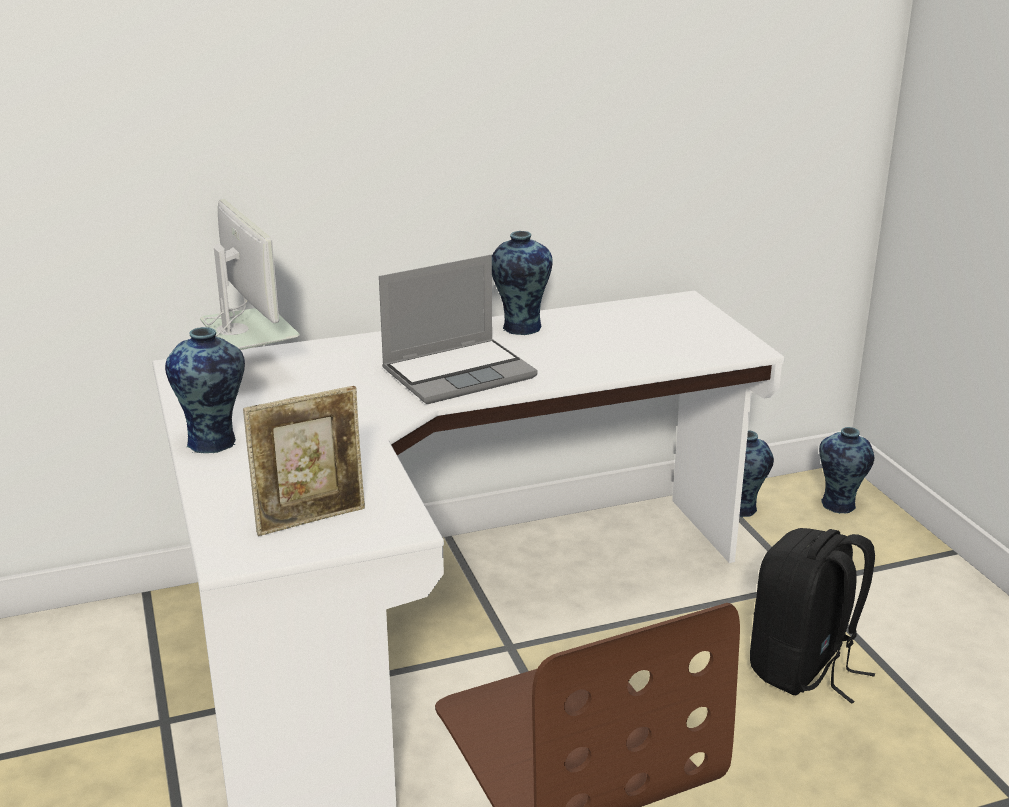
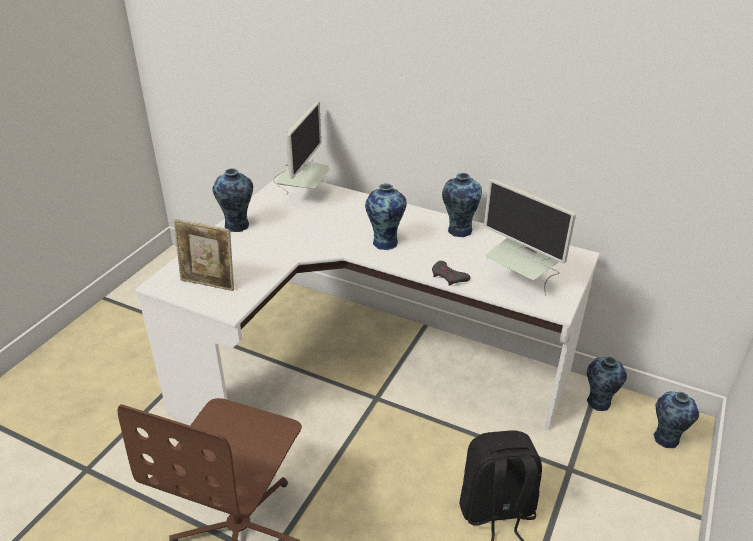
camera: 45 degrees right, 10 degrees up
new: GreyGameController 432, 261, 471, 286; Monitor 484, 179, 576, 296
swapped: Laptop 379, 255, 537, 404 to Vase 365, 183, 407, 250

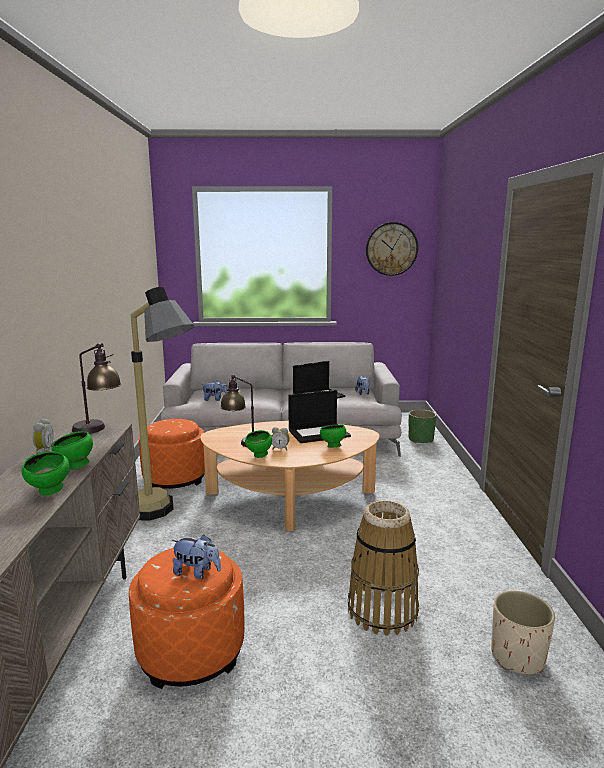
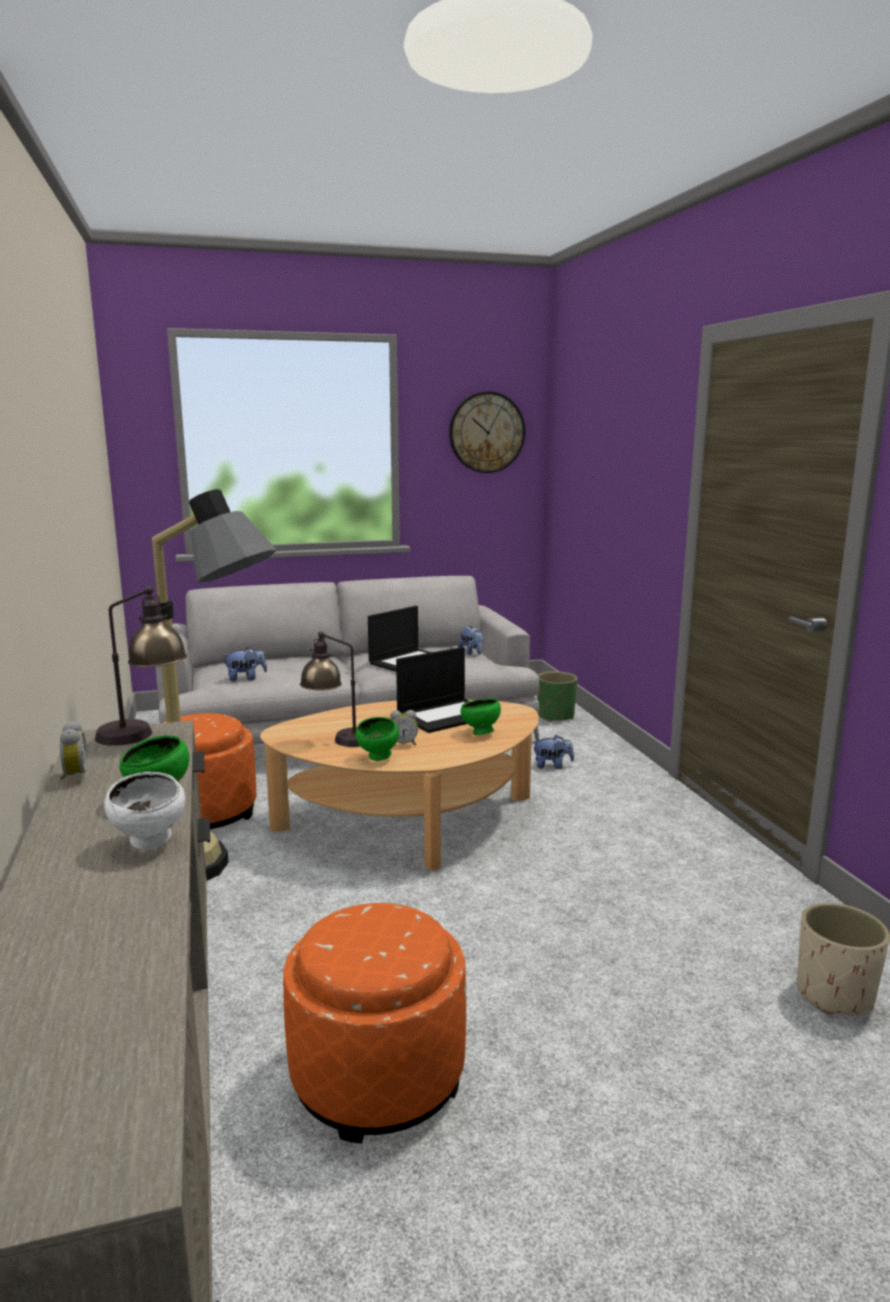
camera: 15 degrees left, 0 degrees up
gone: Basket 348, 500, 419, 636
shifted: PlushToy 171, 534, 221, 579 to 533, 735, 574, 769
repainted: GreenBowl 22, 451, 69, 495 to WhiteBowl 104, 772, 185, 850

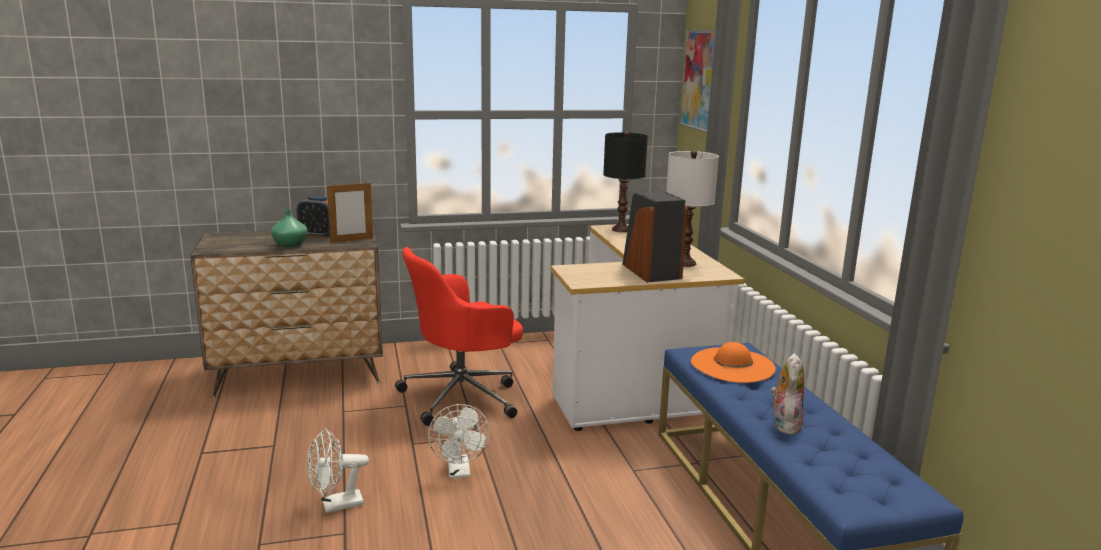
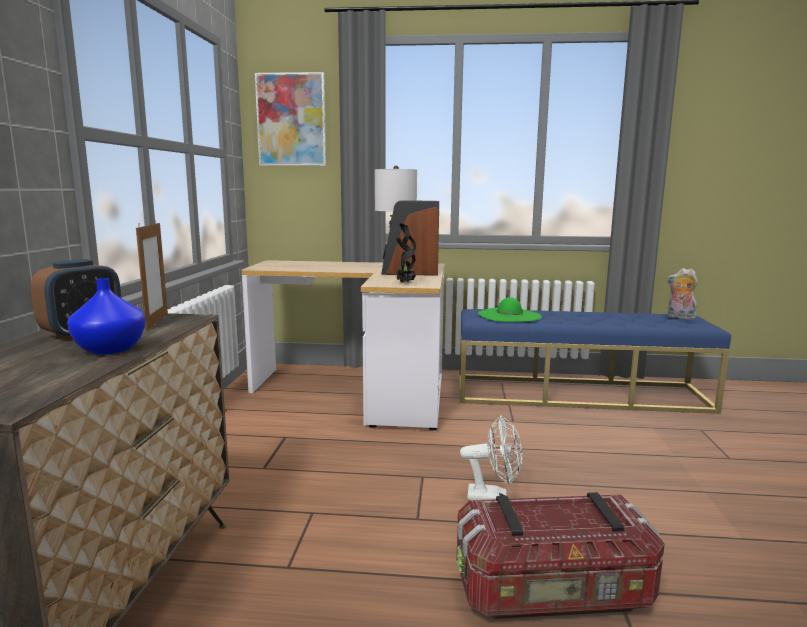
camera: 70 degrees left, 5 degrees down
gone: RedOfficeChair 395, 247, 523, 426; BlackTableLamp 603, 131, 648, 232
new: PottedPlant 396, 223, 416, 283
shifted: PlushToy 771, 353, 804, 435 to 667, 268, 698, 320
swapped: WhiteFan 307, 429, 369, 513 to StorageBox 456, 492, 665, 619
repainted: GreenVase 271, 209, 308, 247 to BlueVase 67, 278, 146, 355; OrangeHat 691, 342, 776, 383 to GreenHat 478, 297, 542, 322

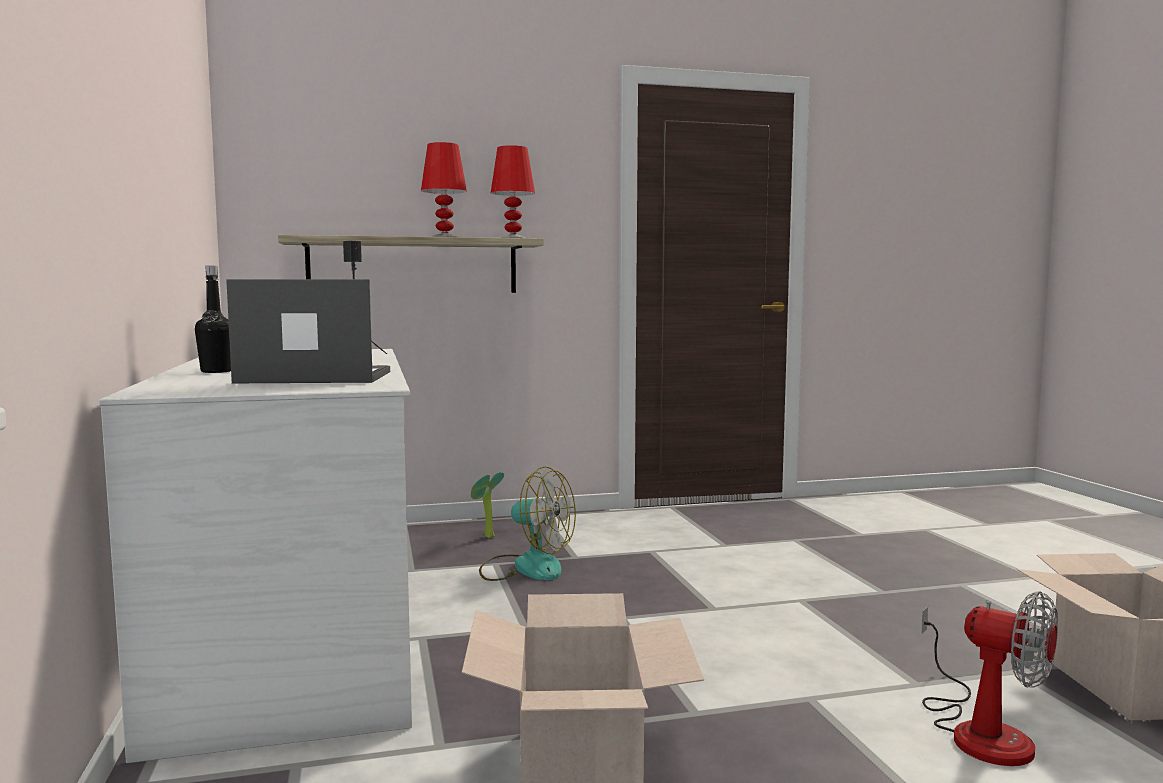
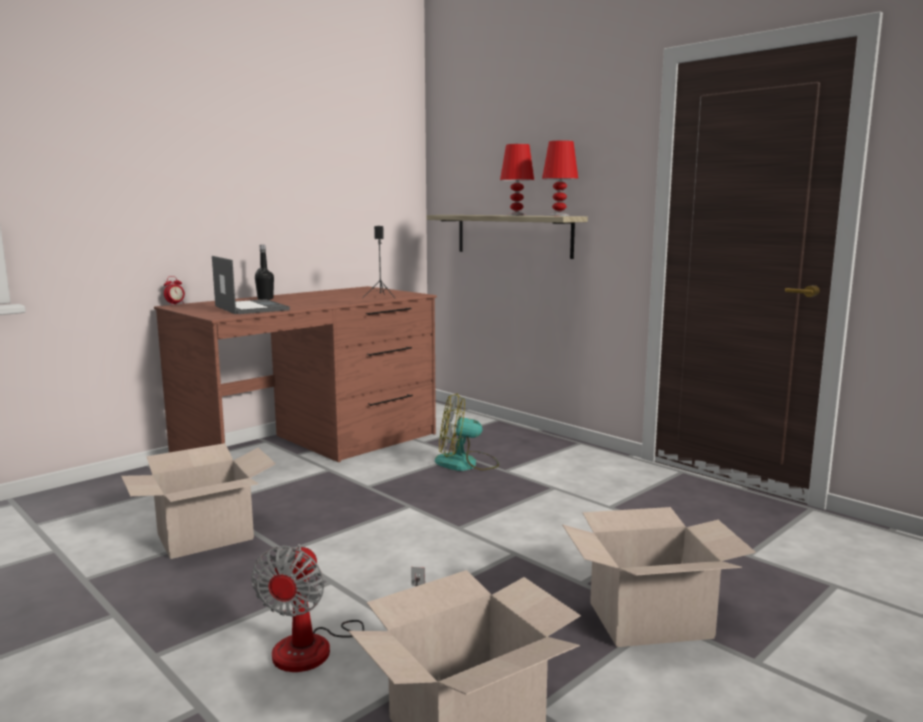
camera: 60 degrees right, 5 degrees up
gone: PottedPlant 471, 472, 504, 538
new: AlarmClock 164, 276, 185, 305; CardboardBox 562, 507, 756, 647
repainted: WhiteDesk 99, 349, 412, 763 to BrownDesk 154, 286, 437, 462
rotated: Fan 479, 466, 576, 581 = 435, 394, 499, 471 90 degrees clockwise

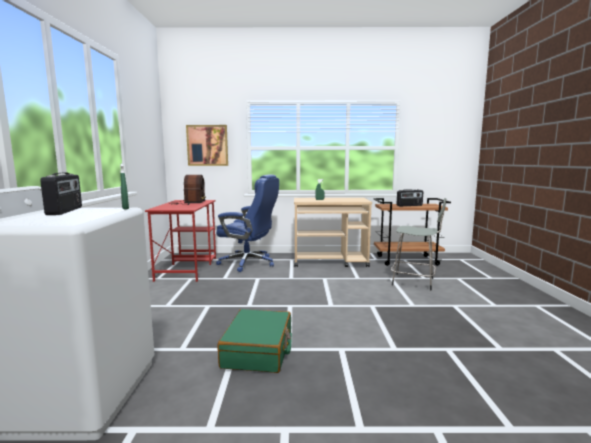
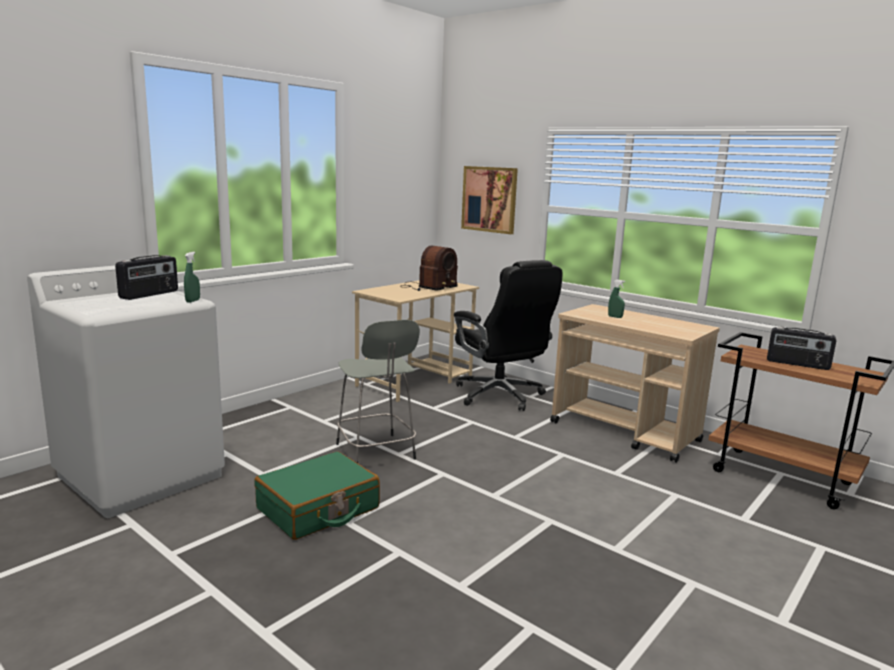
camera: 40 degrees right, 5 degrees up
shifted: GreyStool 391, 198, 446, 290 to 336, 320, 420, 463
repainted: RedDesk 145, 200, 216, 282 to BeigeDesk 352, 280, 479, 402; BlueOfficeChair 216, 174, 279, 272 to BlackOfficeChair 454, 260, 562, 411

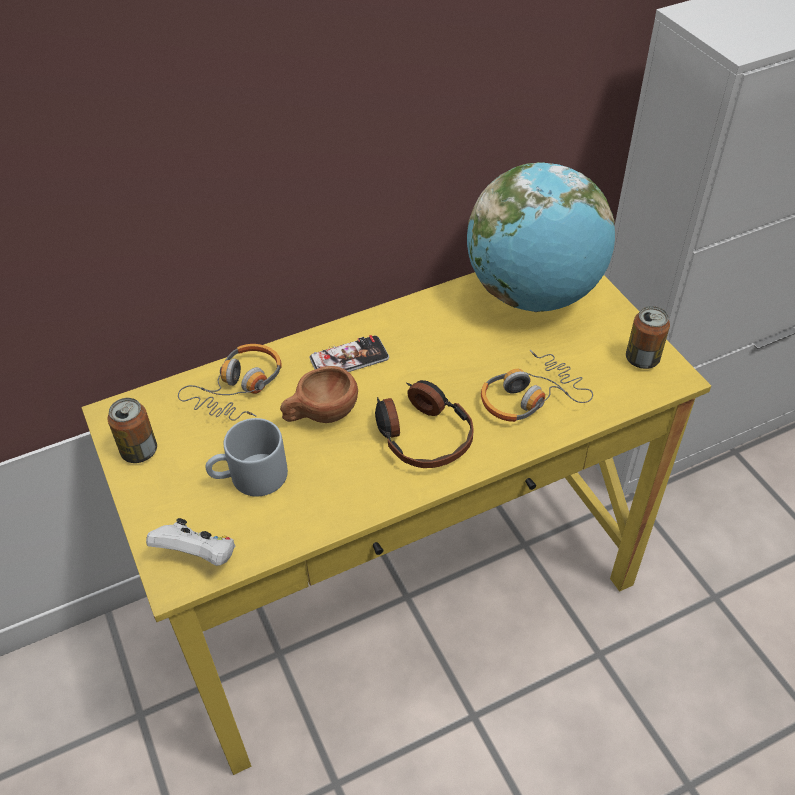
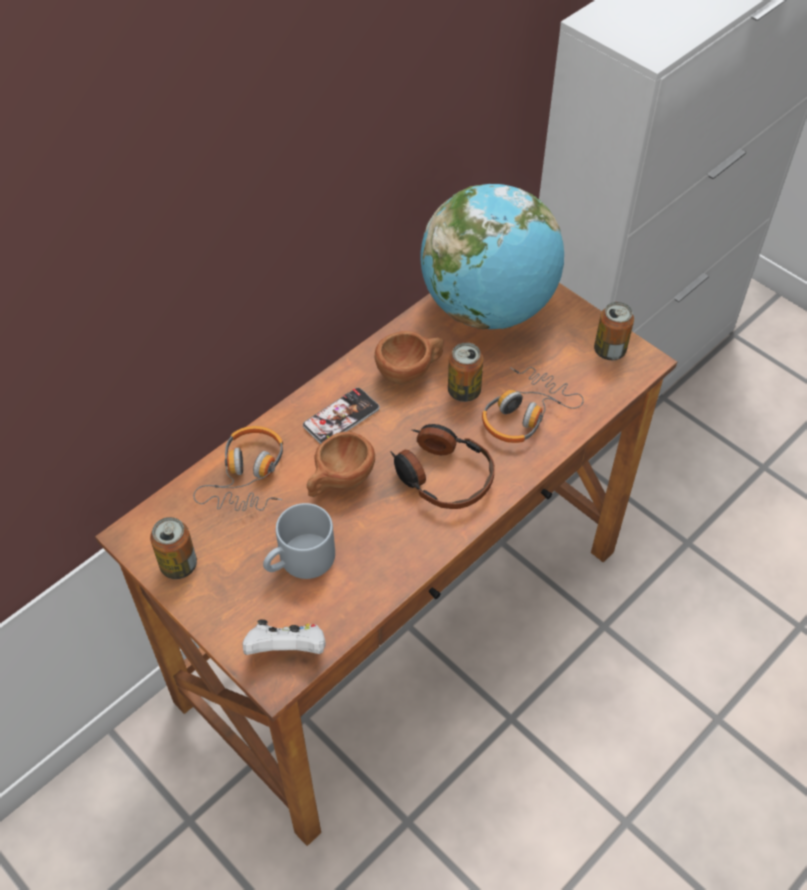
camera: 20 degrees left, 5 degrees up
new: BrownCup 375, 331, 444, 384; Can 448, 343, 483, 402
repainted: YellowDesk 82, 272, 711, 775 to BrownDesk 95, 283, 677, 846

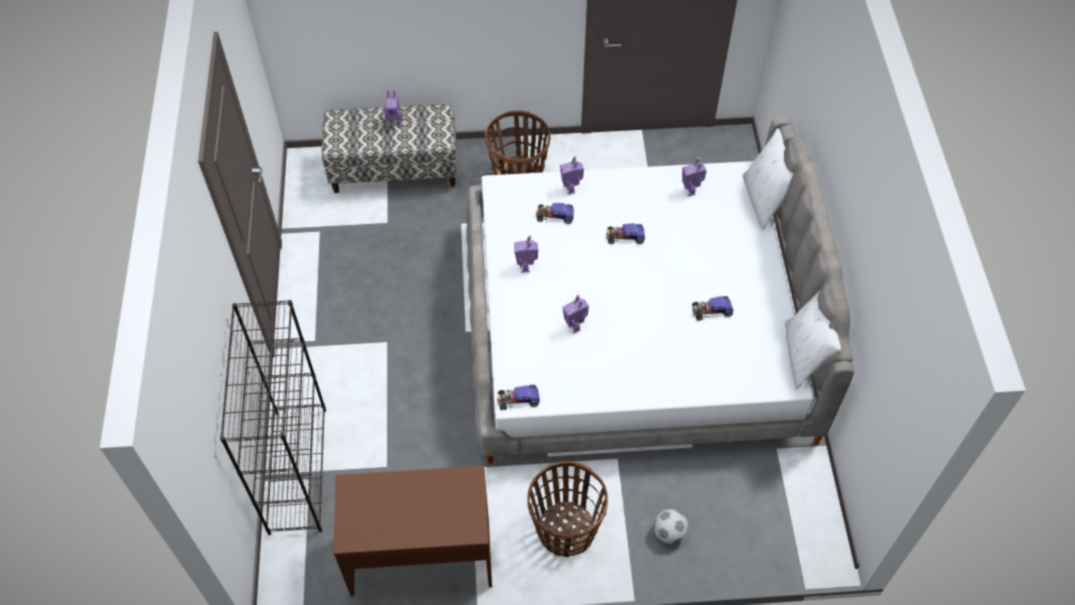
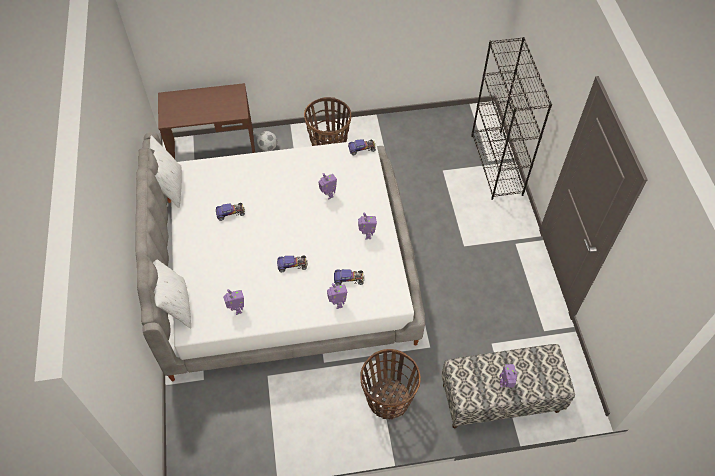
camera: 175 degrees right, 0 degrees up
shifted: BrownDesk 333, 466, 492, 596 to 158, 83, 255, 159

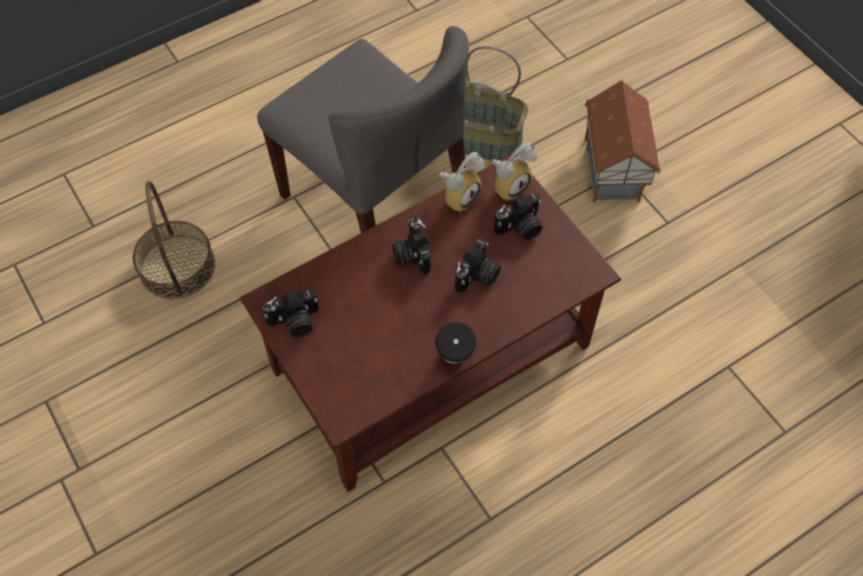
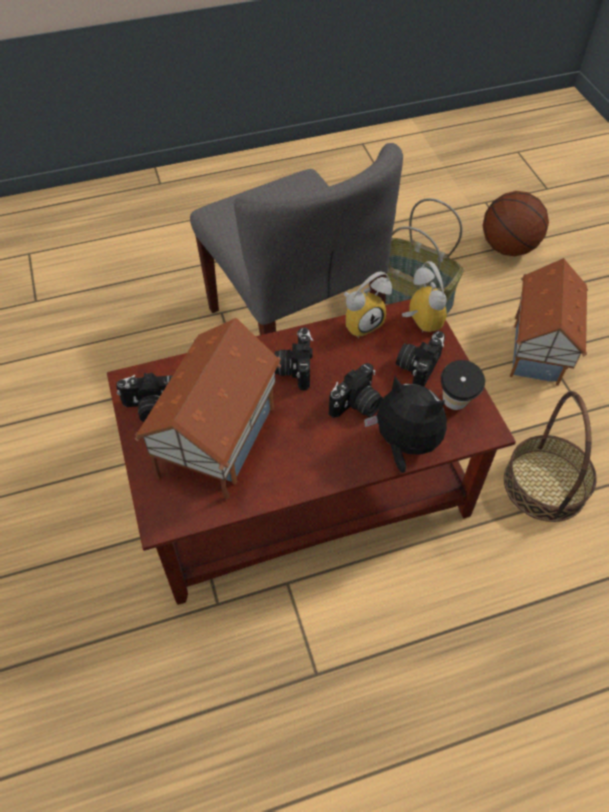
camera: 15 degrees right, 5 degrees down
new: ToyHouse 135, 318, 281, 499; PlushToy 364, 376, 447, 473; Basketball 483, 191, 549, 256
shifted: Basket 133, 181, 215, 299 to 504, 391, 597, 522; Cup 435, 322, 476, 364 to 441, 360, 485, 410
rotated: AlarmClock 492, 143, 537, 201 = 402, 261, 447, 332 90 degrees counterclockwise; PhotoCamera 494, 193, 543, 240 = 396, 331, 445, 387 135 degrees clockwise

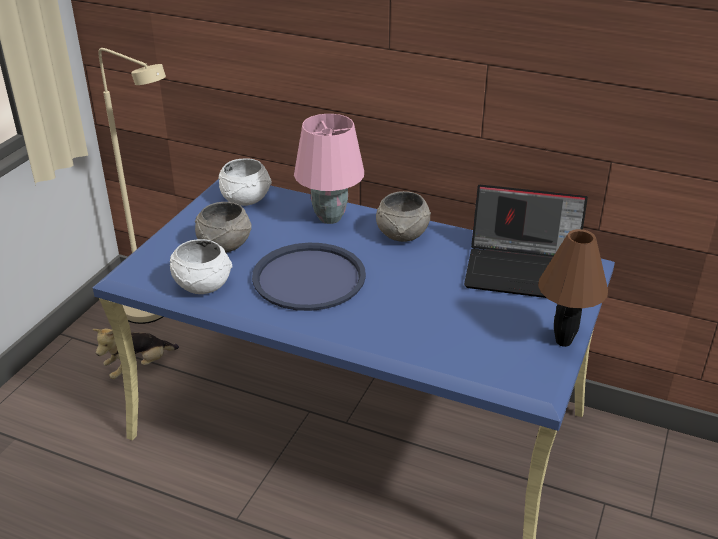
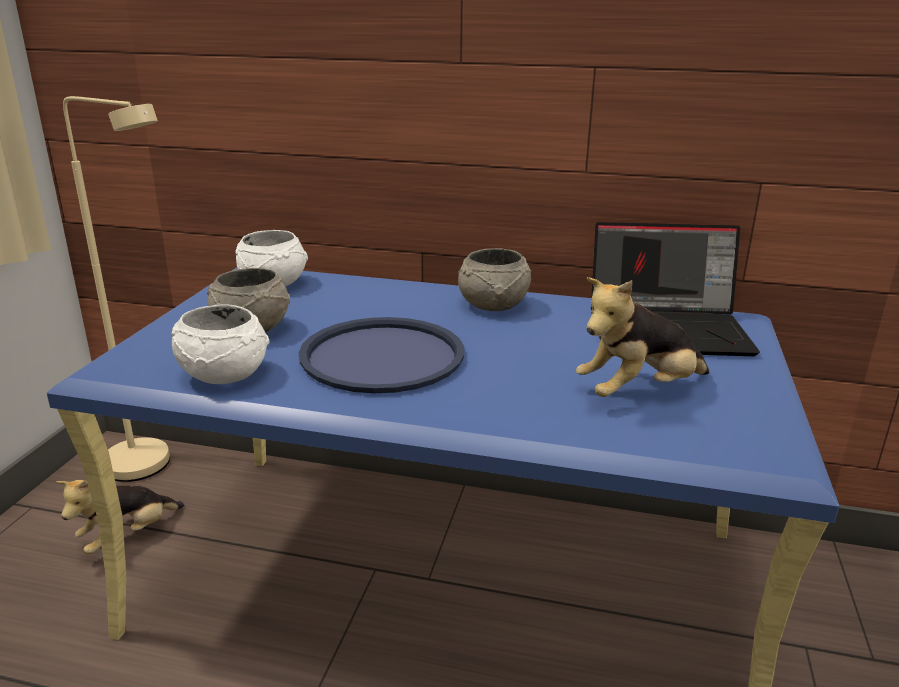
camera: 10 degrees left, 10 degrees down
gone: PinkTableLamp 294, 114, 364, 224; BrownTableLamp 538, 229, 608, 347
new: PlushToy 576, 277, 709, 397

